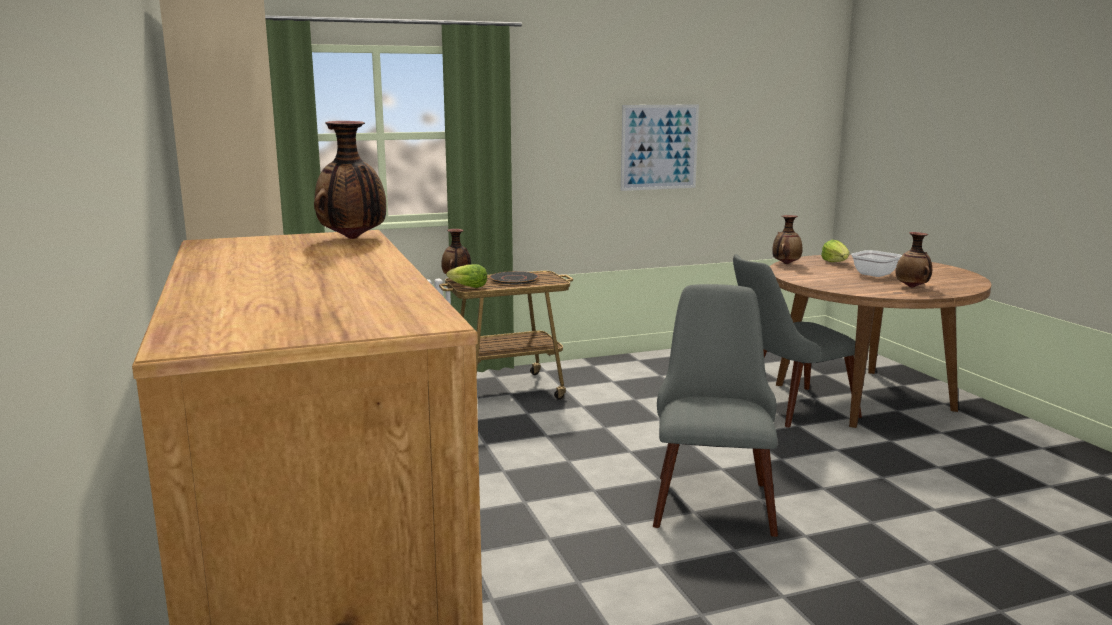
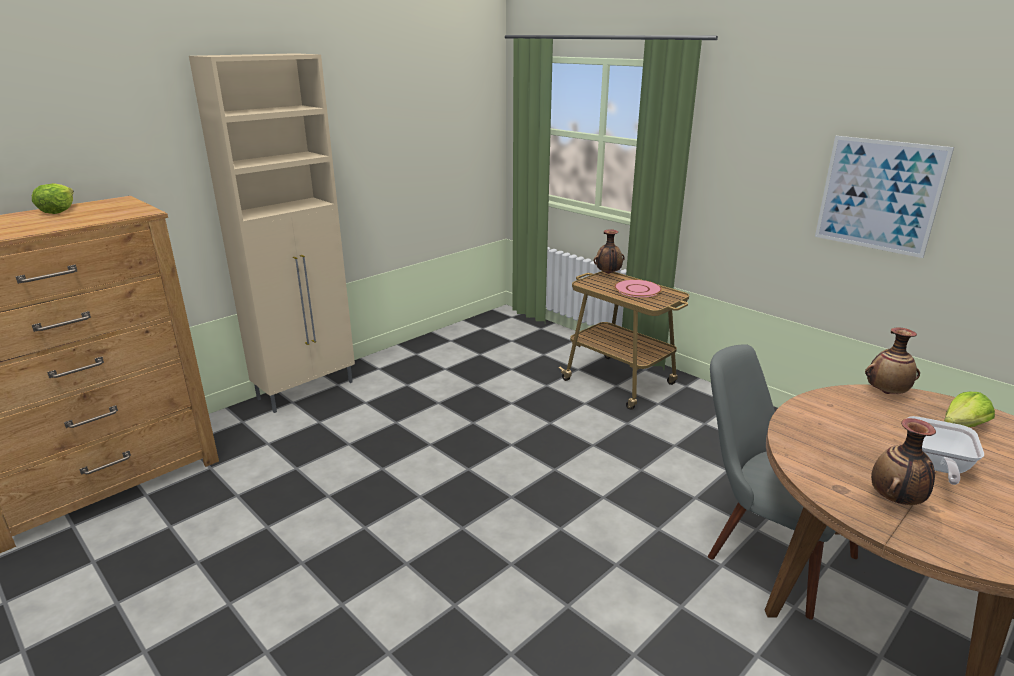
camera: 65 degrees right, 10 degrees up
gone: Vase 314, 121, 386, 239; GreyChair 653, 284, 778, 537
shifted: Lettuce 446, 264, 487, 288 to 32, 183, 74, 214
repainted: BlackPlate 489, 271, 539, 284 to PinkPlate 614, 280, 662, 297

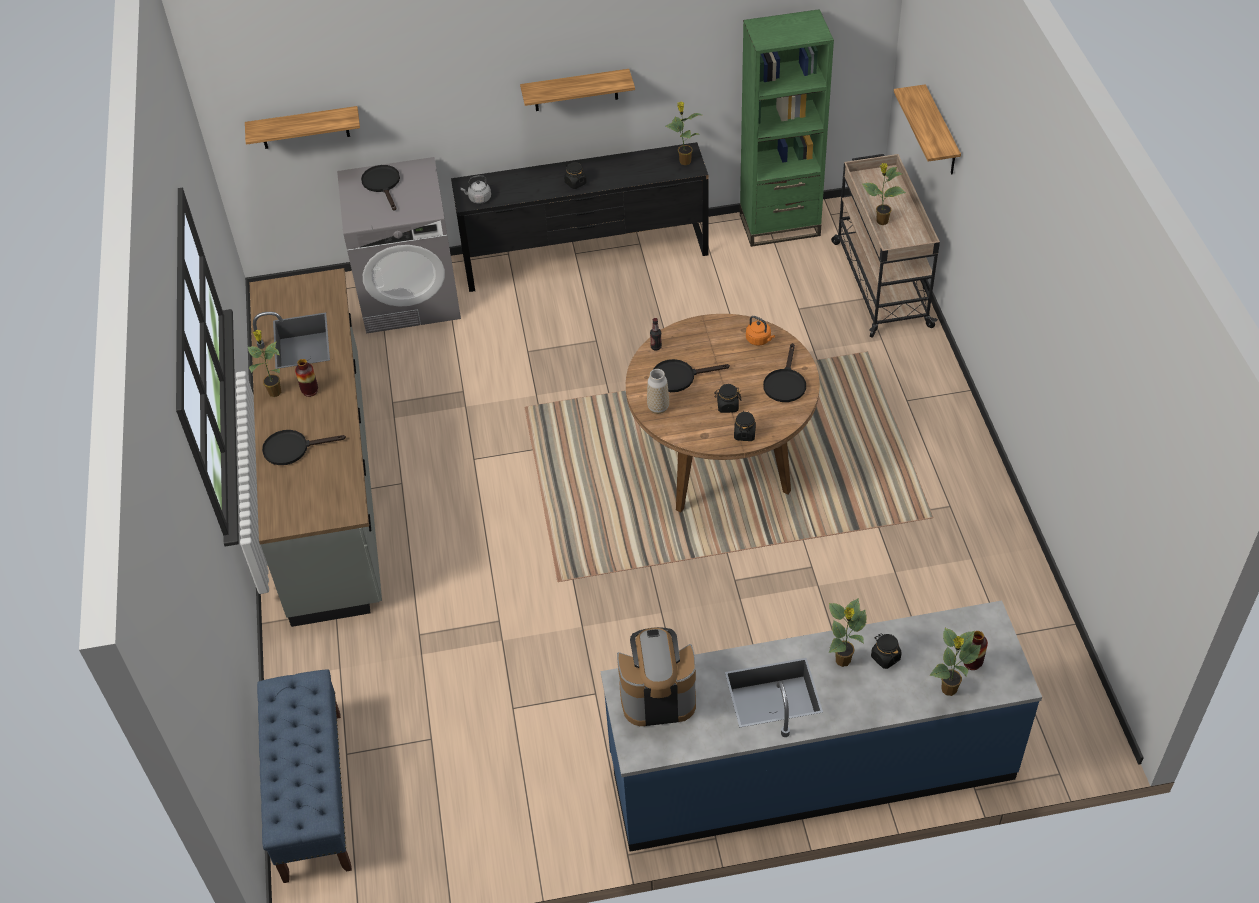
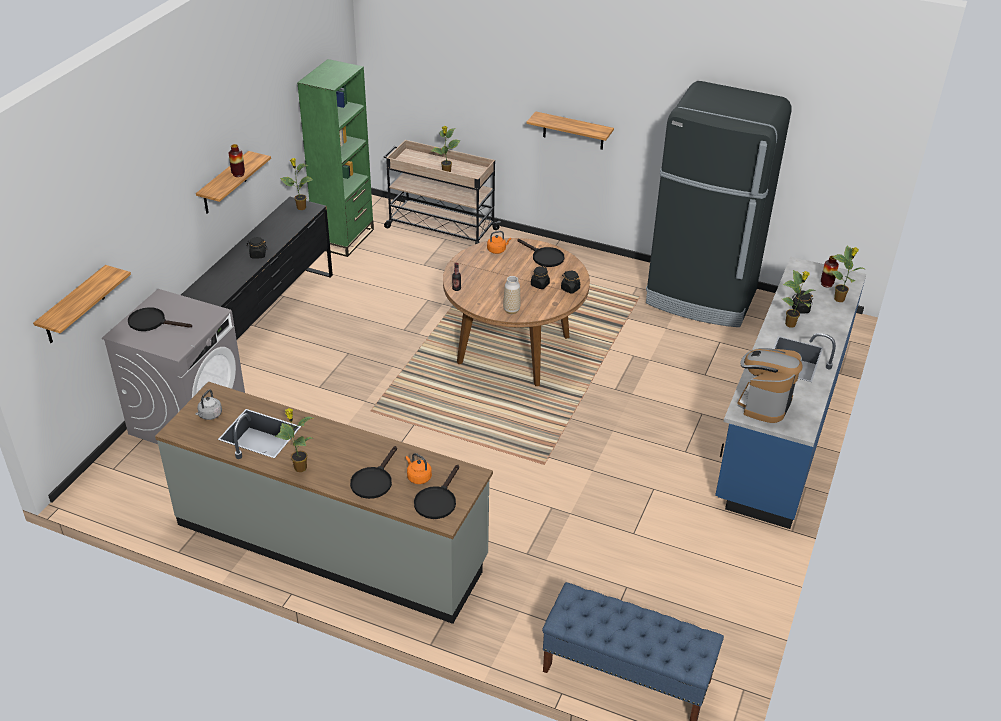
camera: 60 degrees left, 10 degrees down
new: OrangeKettle 406, 453, 432, 484; BlackFridge 646, 81, 792, 327
shifted: Vase 295, 359, 318, 397 to 229, 144, 245, 177; GreyKettle 461, 175, 491, 204 to 196, 390, 222, 420; BlackFryingPan 653, 359, 730, 392 to 414, 465, 459, 519; Shelf 894, 84, 961, 175 to 526, 111, 614, 150

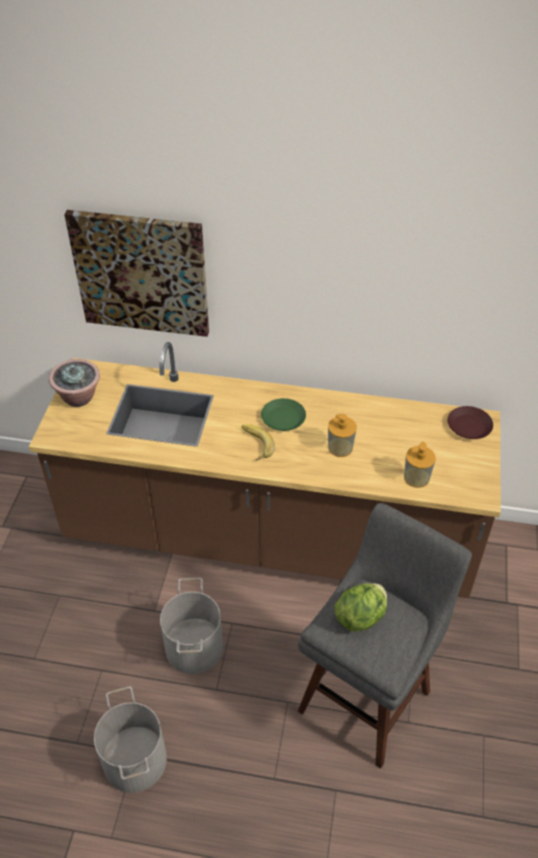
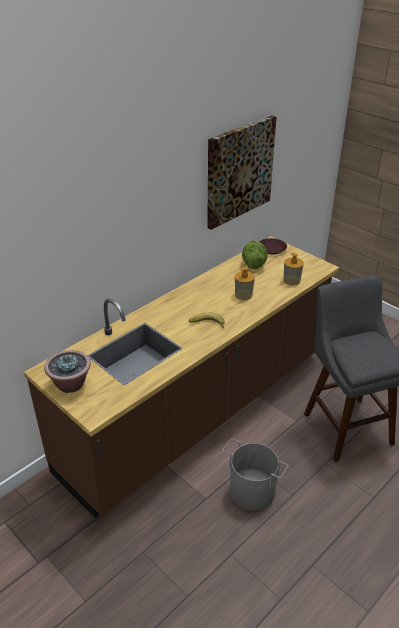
camera: 55 degrees left, 10 degrees down
gone: GreyBucket 94, 686, 167, 793; GreenPlate 261, 398, 306, 431
shifted: Picture 64, 210, 209, 337 to 207, 115, 276, 230; Lettuce 334, 583, 387, 632 to 242, 241, 268, 269

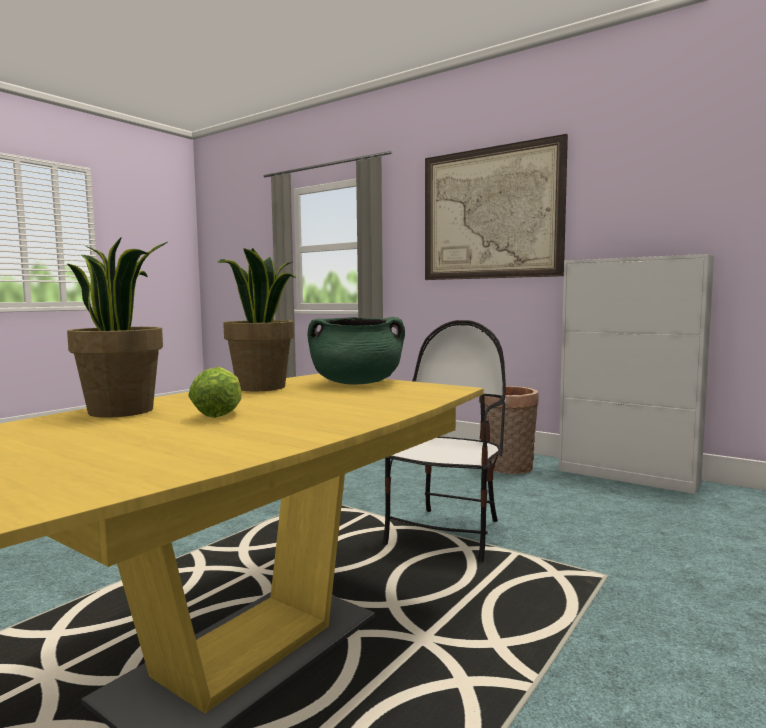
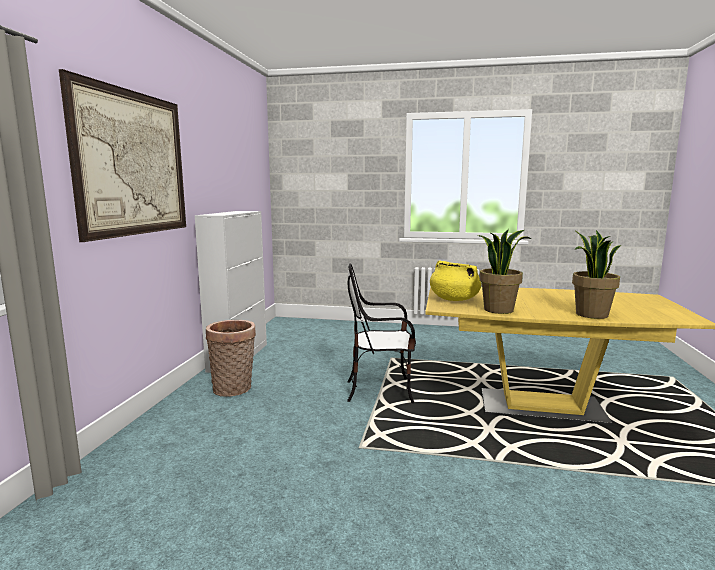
camera: 115 degrees left, 5 degrees up
gone: Lettuce 188, 367, 242, 418
repainted: GreenCookingPot 308, 317, 405, 385 to YellowCookingPot 430, 260, 482, 301

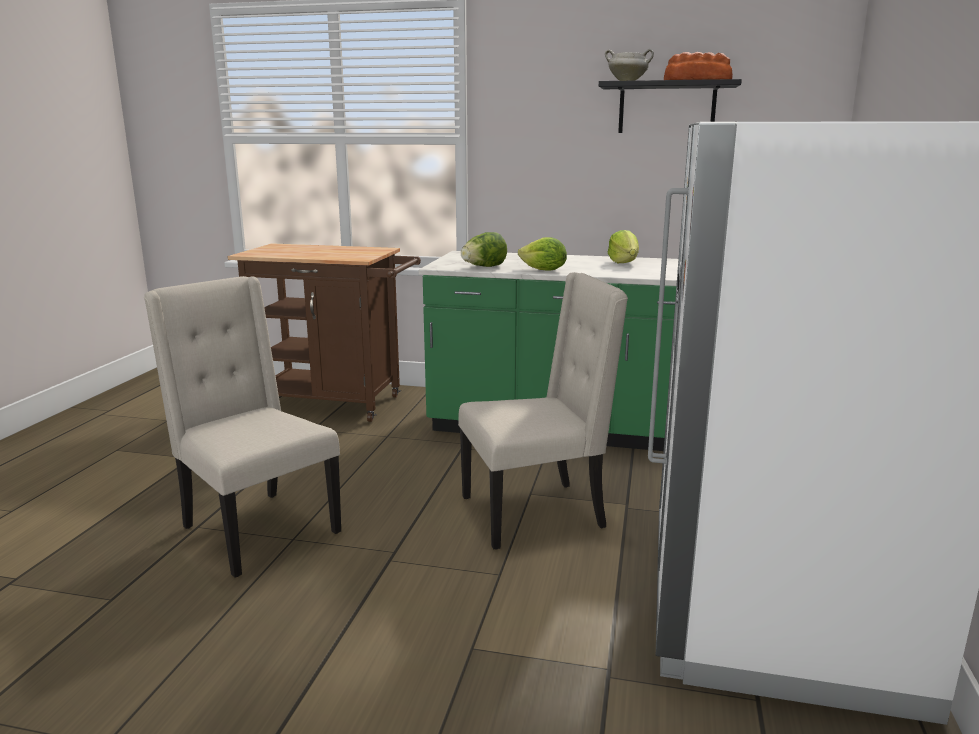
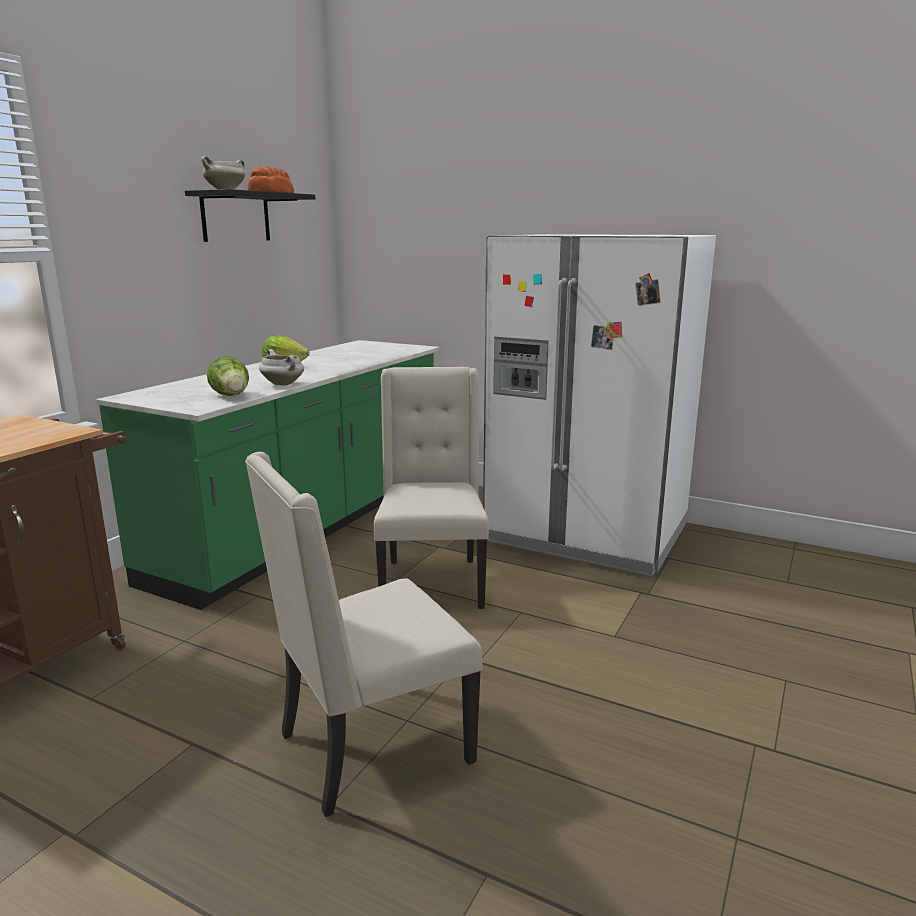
camera: 75 degrees left, 0 degrees up
swapped: Lettuce 518, 237, 567, 271 to WhiteCookingPot 259, 349, 304, 386

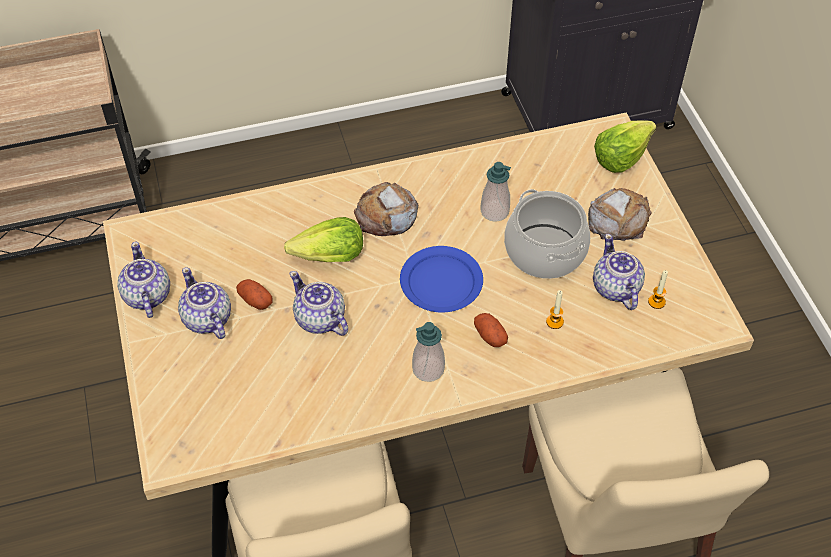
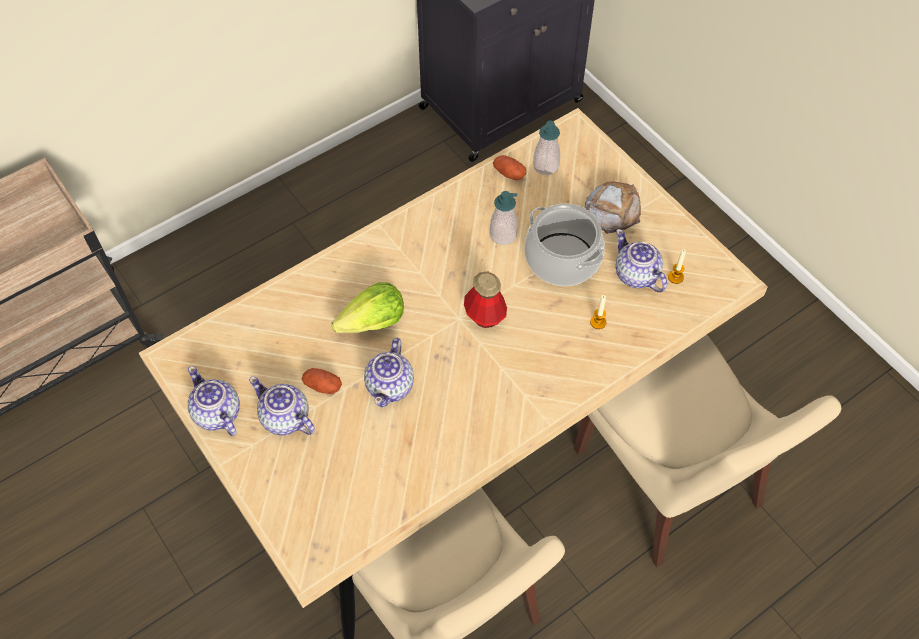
camera: 20 degrees left, 5 degrees up
gone: Bread 354, 182, 418, 236; Lettuce 594, 121, 656, 173
shifted: SoapDispenser 412, 322, 445, 382 to 533, 120, 560, 175; Potato 474, 313, 508, 347 to 493, 155, 526, 180
swapped: BluePlate 400, 246, 483, 312 to Bottle 464, 271, 507, 328
rotated: Teapot 289, 271, 348, 336 = 364, 337, 414, 407 105 degrees counterclockwise

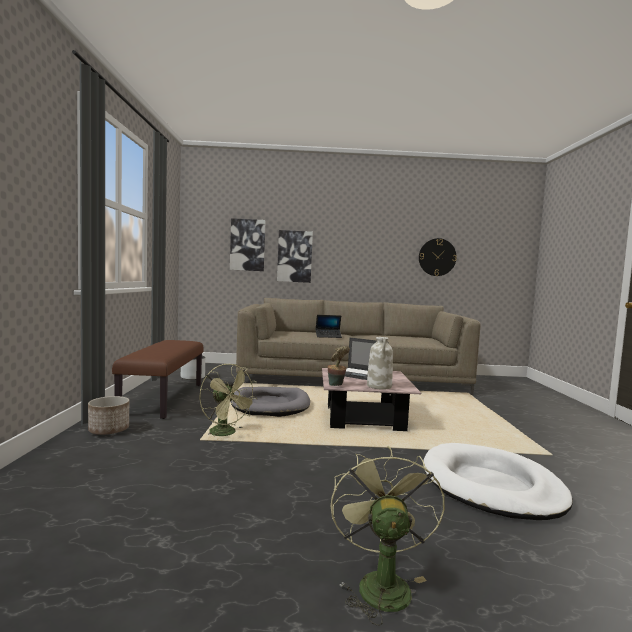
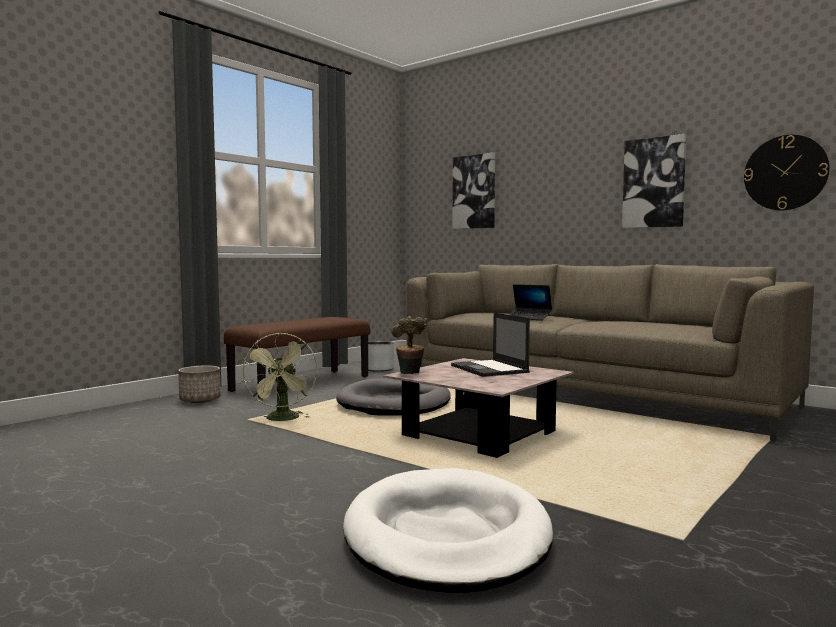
camera: 40 degrees right, 0 degrees up
gone: GreenFan 331, 446, 445, 626; WhiteVase 367, 337, 393, 390
shifted: Picture 277, 230, 313, 283 to 622, 134, 686, 228

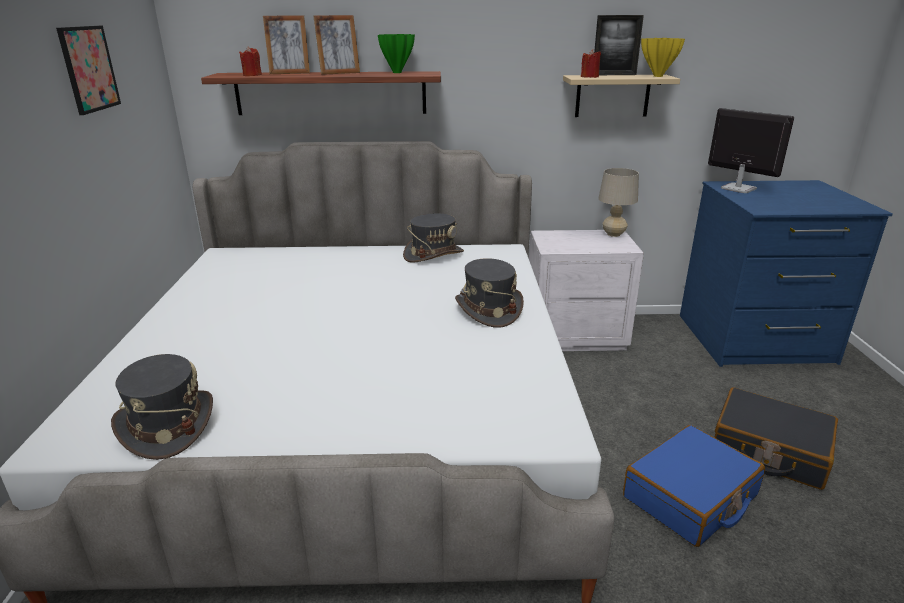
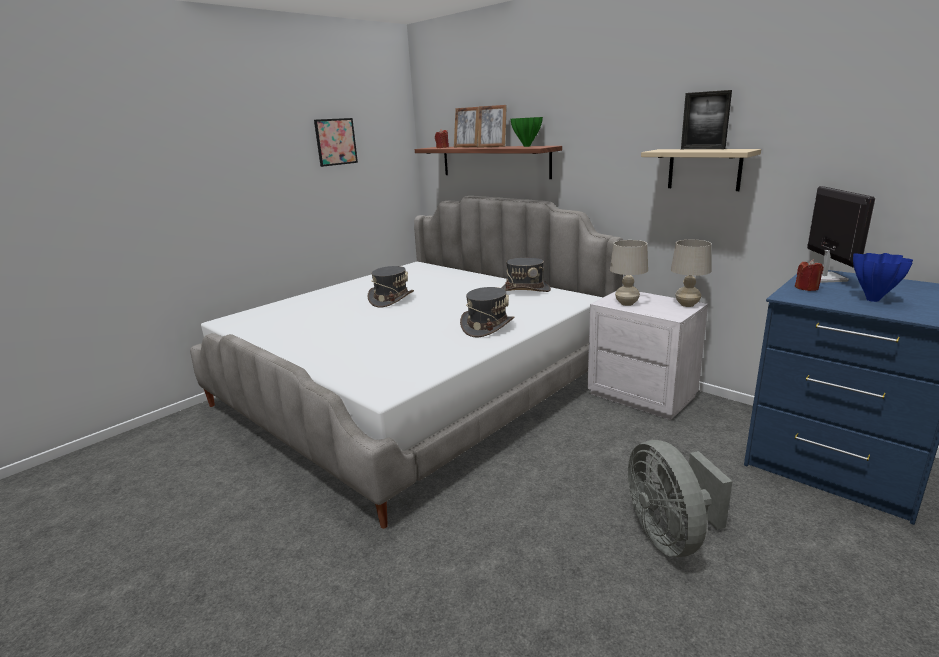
camera: 45 degrees right, 5 degrees down
gone: BlueSuitcase 623, 425, 765, 547; YellowVase 641, 38, 685, 77
new: BeigeTableLamp 610, 240, 648, 306; BlueVase 853, 253, 913, 302
shifted: GreyHat 111, 354, 213, 460 to 368, 266, 414, 308; RedCandle 581, 49, 601, 78 to 795, 259, 824, 291
swapped: BlackSuitcase 714, 387, 838, 490 to GreyFan 628, 440, 733, 557

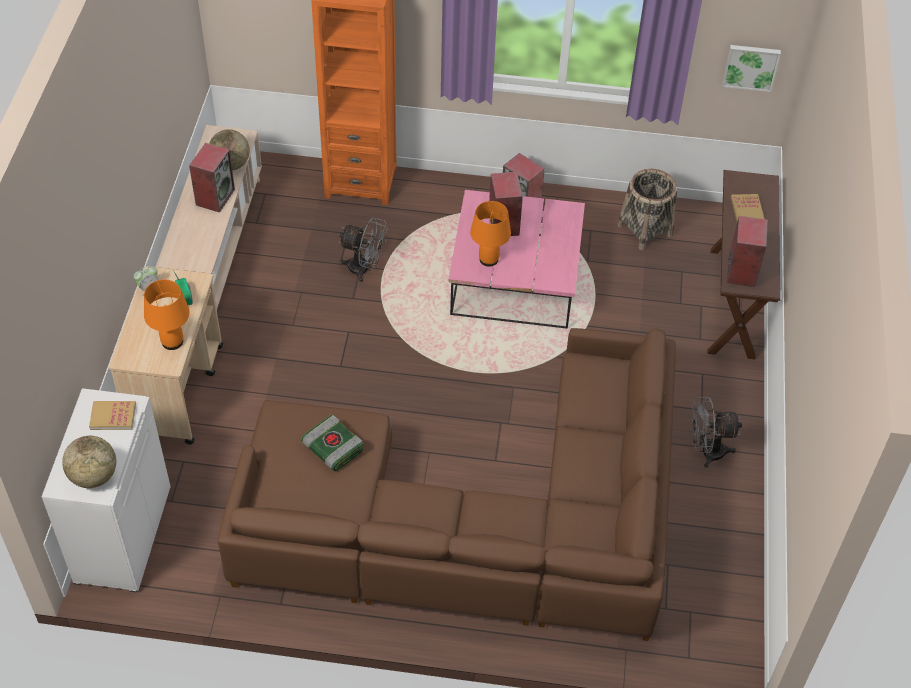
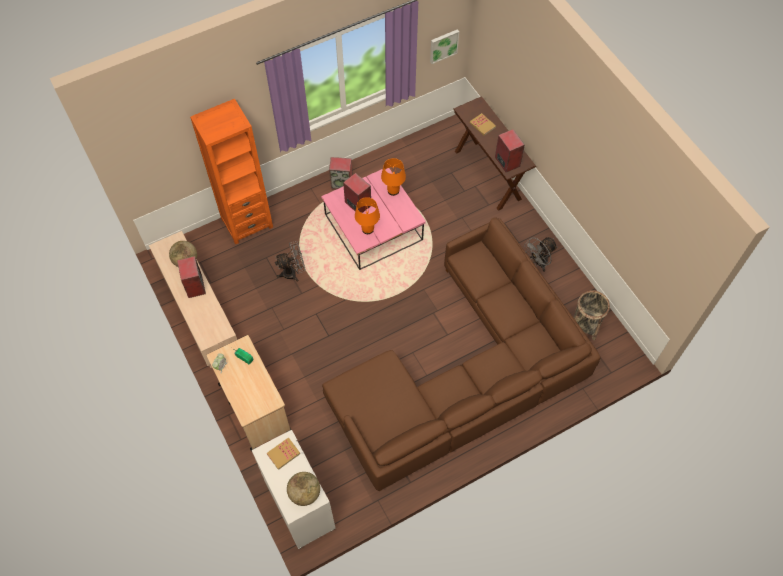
camera: 35 degrees left, 10 degrees up
gone: Book 301, 415, 364, 471
shifted: OrangeTableLamp 144, 279, 190, 350 to 381, 158, 406, 196; Basket 618, 169, 677, 250 to 574, 291, 610, 340

